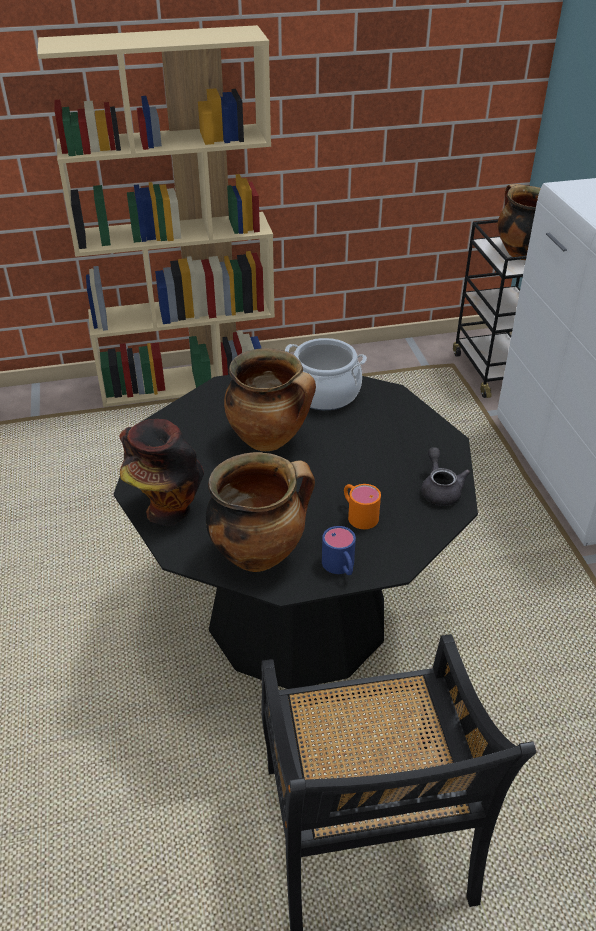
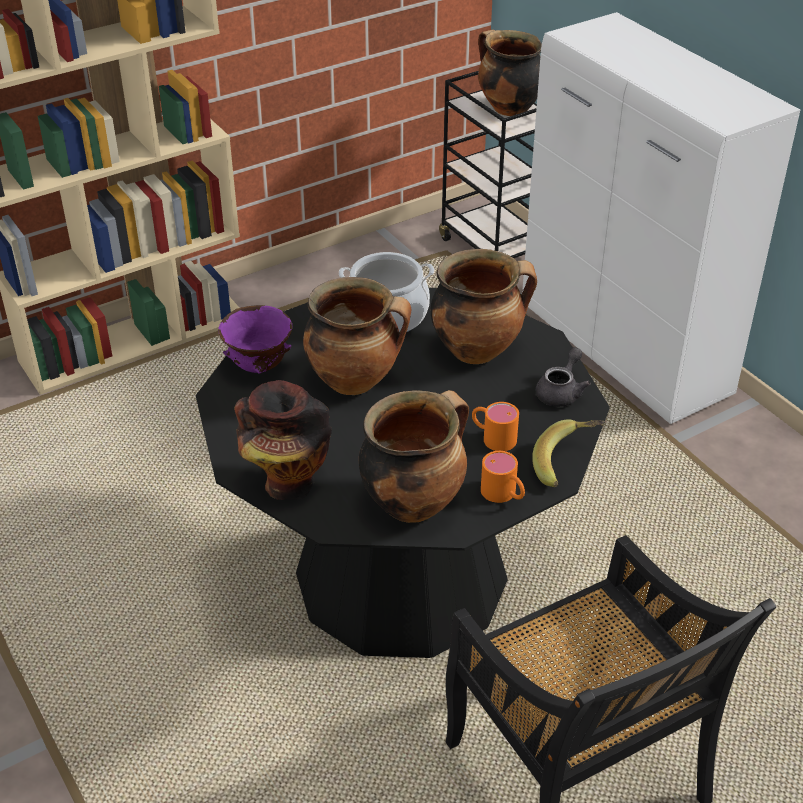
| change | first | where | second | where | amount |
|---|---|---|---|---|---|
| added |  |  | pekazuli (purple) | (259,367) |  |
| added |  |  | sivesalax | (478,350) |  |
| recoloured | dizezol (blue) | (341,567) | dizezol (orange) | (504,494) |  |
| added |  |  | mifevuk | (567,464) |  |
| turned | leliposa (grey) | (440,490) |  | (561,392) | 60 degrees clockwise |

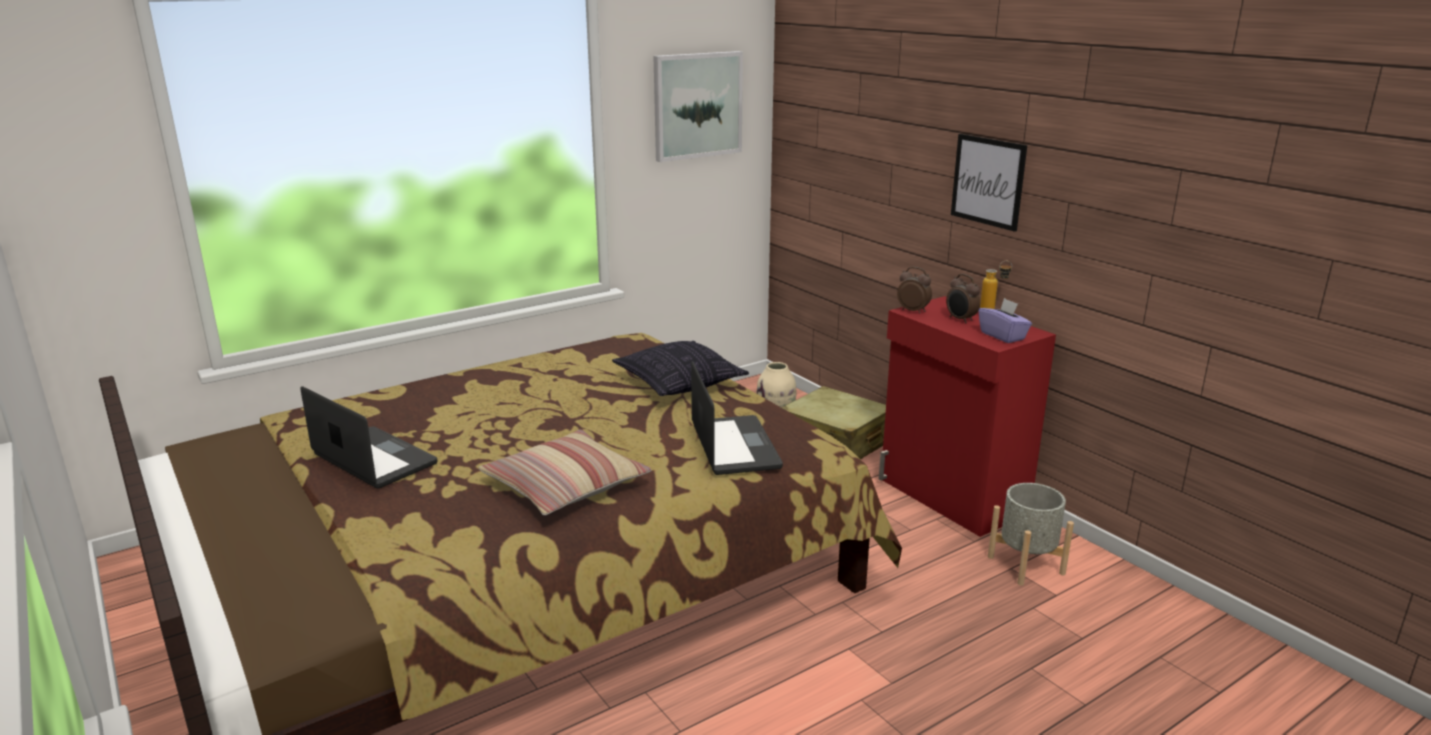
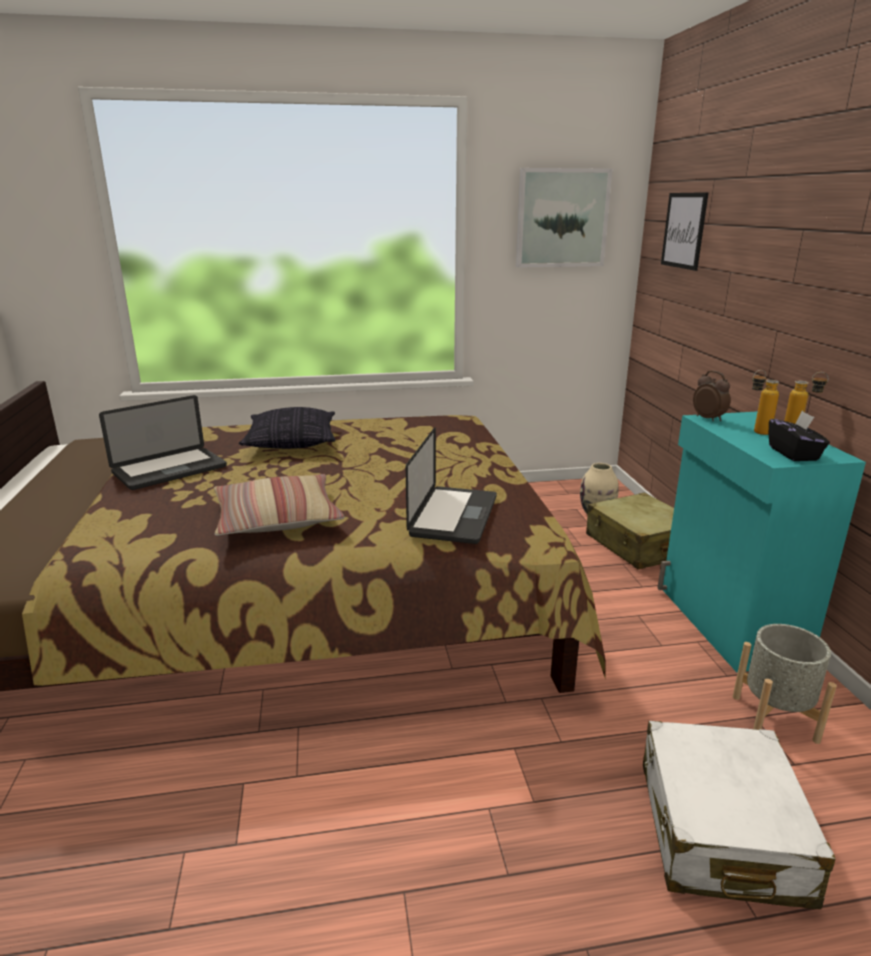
| change | first | where | second | where | amount |
|---|---|---|---|---|---|
| turned | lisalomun | (374,459) |  | (170,470) | 75 degrees clockwise |
| moved | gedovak | (678,384) |  | (292,443) |  |
| added |  |  | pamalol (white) | (720,831) |  |
| recoloured | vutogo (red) | (951,497) | vutogo (turquoise) | (728,624) |  |
| moved | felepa | (988,181) |  | (684,230) |  |
| replaced | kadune | (960,319) | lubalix | (756,433) |  |
| recoloured | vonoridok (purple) | (1003,336) | vonoridok (black) | (793,454) |  |

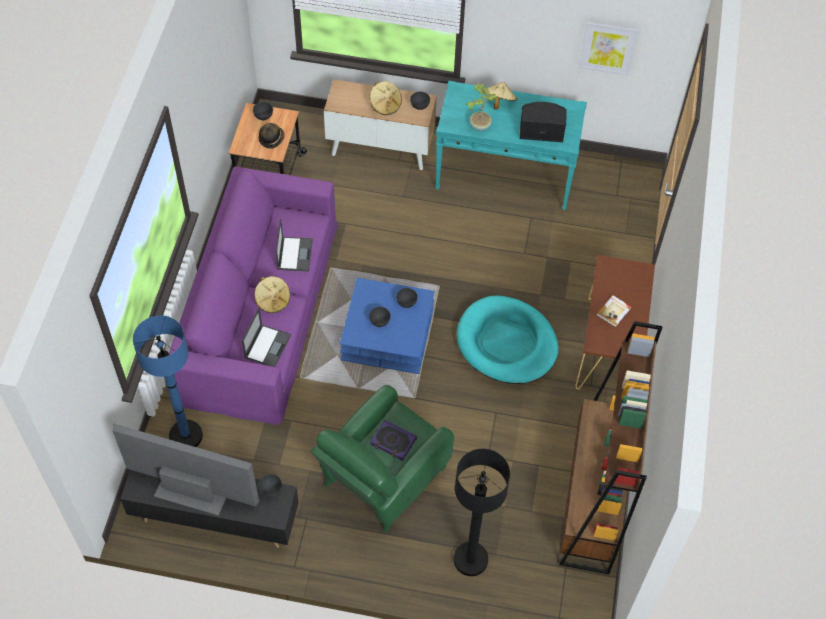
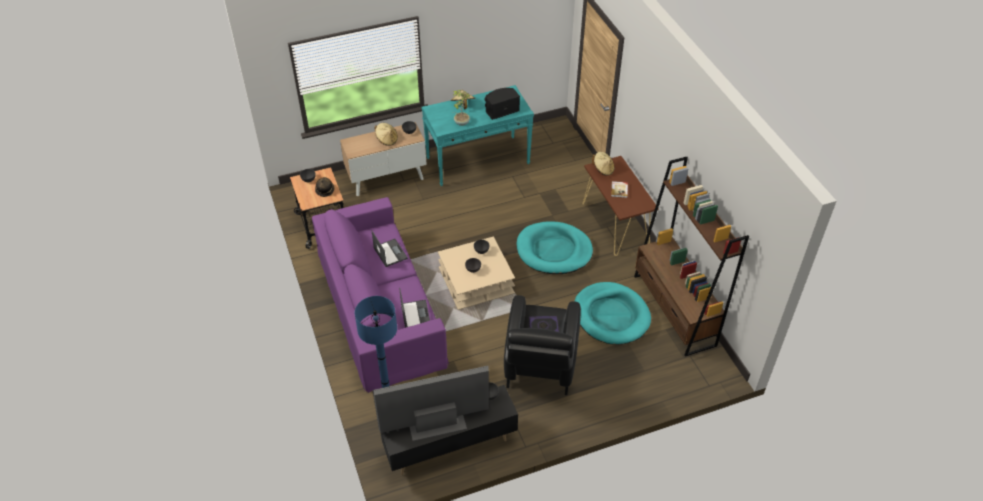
| change | first | where | second | where | amount |
|---|---|---|---|---|---|
| recoloured | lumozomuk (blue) | (387,334) | lumozomuk (beige) | (476,280) |  |
| recoloured | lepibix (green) | (382,478) | lepibix (black) | (540,364) |  |
| added |  |  | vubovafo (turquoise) | (611,315) |  |
| moved | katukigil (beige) | (273,301) |  | (603,169) |  |
| removed | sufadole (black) | (470,559) |  |  |  |
| removed | felepa | (608,47) |  |  |  |

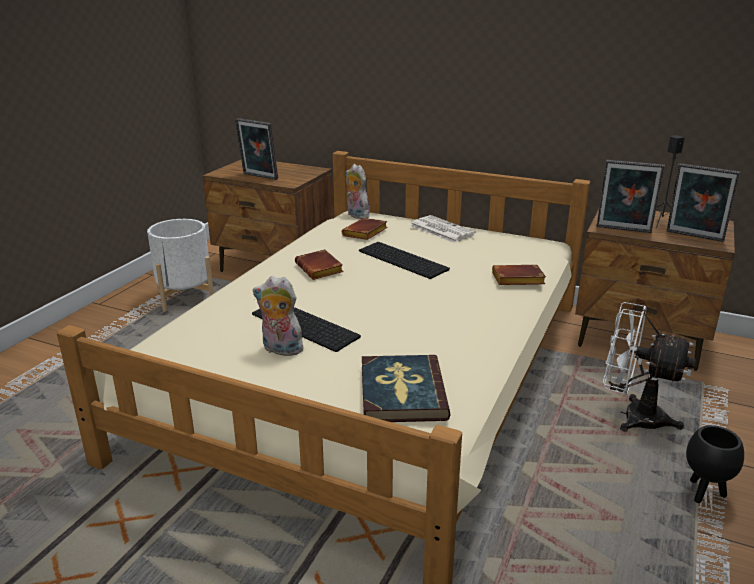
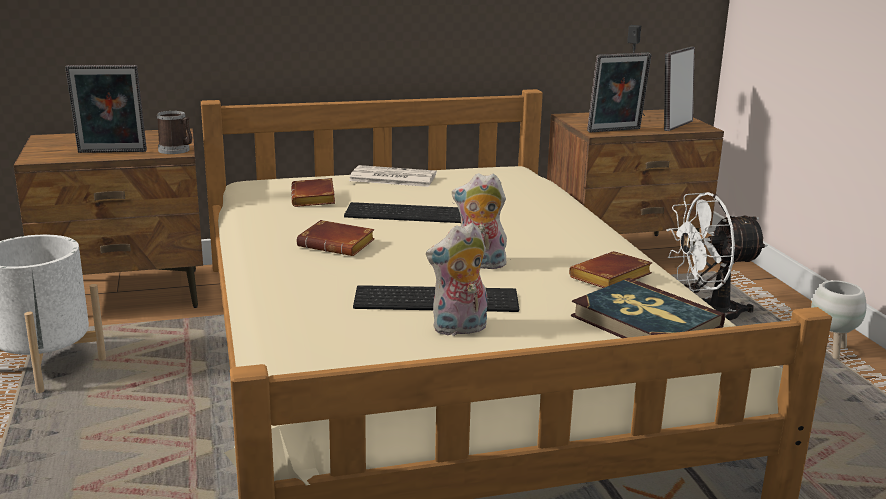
| change | first | where | second | where | amount |
|---|---|---|---|---|---|
| added |  |  | dizezol | (177,150) |  |
| moved | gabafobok | (356,215) |  | (479,264) |  |
| moved | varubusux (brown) | (516,280) |  | (610,278) |  |
| turned | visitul | (694,237) |  | (675,125) | 135 degrees clockwise |
| recoloured | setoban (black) | (703,493) | setoban (white) | (830,351) |  |

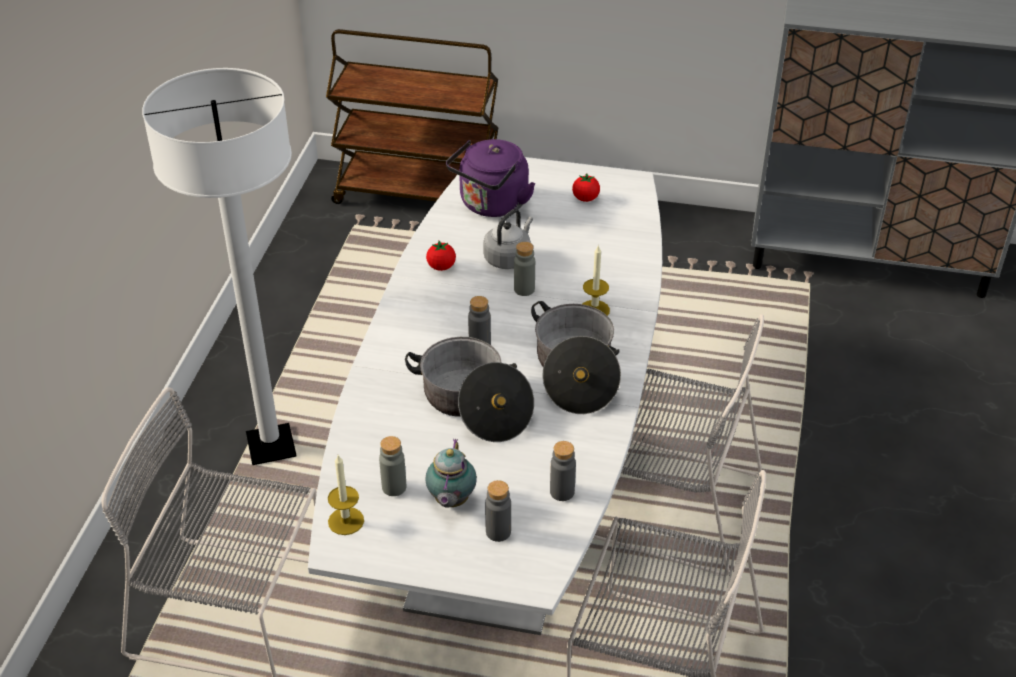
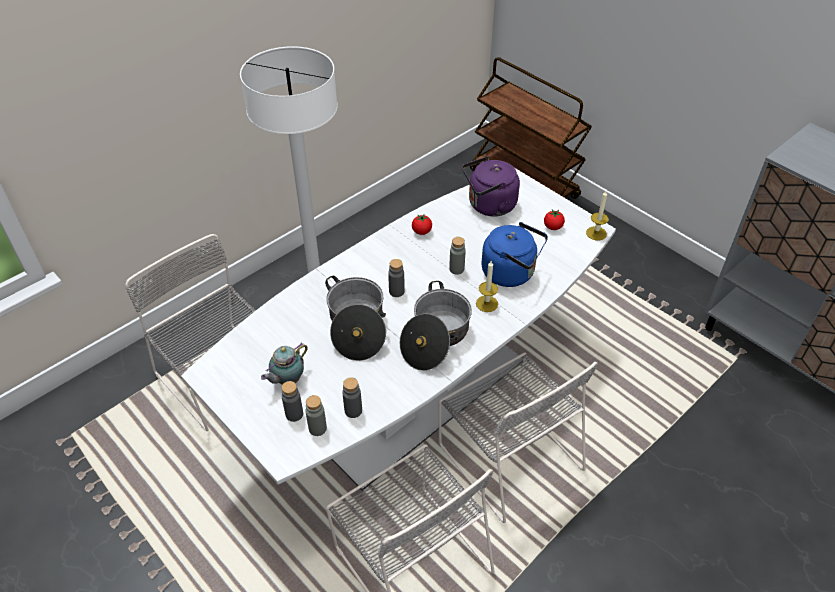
| change | first | where | second | where | amount |
|---|---|---|---|---|---|
| moved | lubalix (grey) | (394,487) |  | (317,428) |  |
| added |  |  | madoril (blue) | (511,273) |  |
| moved | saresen | (346,521) |  | (596,233) |  |
| removed | madoril (grey) | (508,258) |  |  |  |

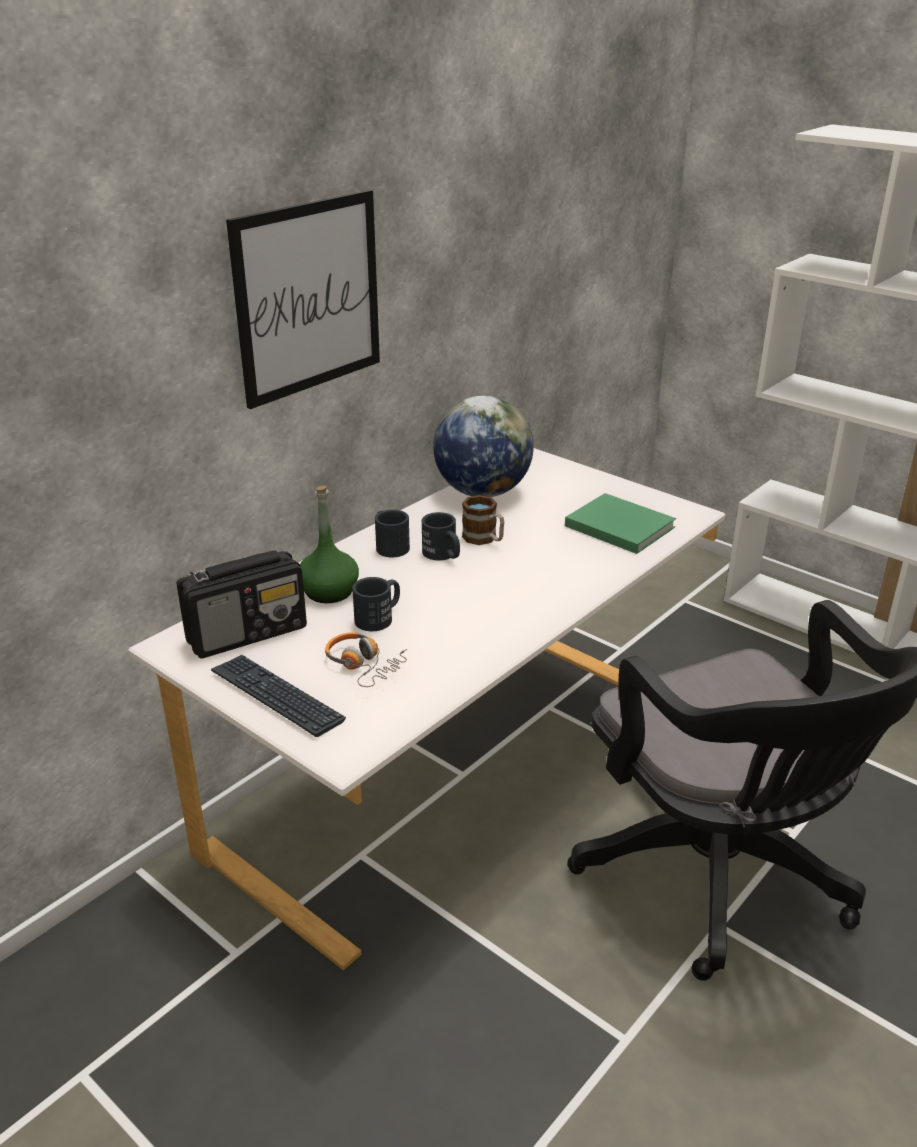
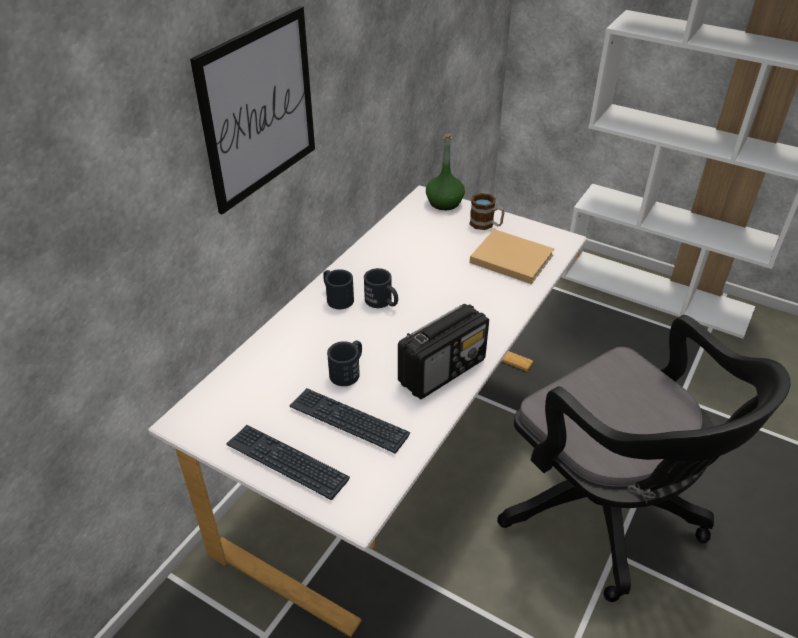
| change | first | where | second | where | amount |
|---|---|---|---|---|---|
| replaced | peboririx | (363,665) | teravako | (348,421) |  |
| moved | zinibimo | (248,633) |  | (443,370) |  |
| moved | lubalix (green) | (329,592) |  | (444,203) |  |
| moved | dizezol | (484,539) |  | (486,225) |  |
| recoloured | varubusux (green) | (617,525) | varubusux (beige) | (509,258) |  |
| removed | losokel | (482,492) |  |  |  |

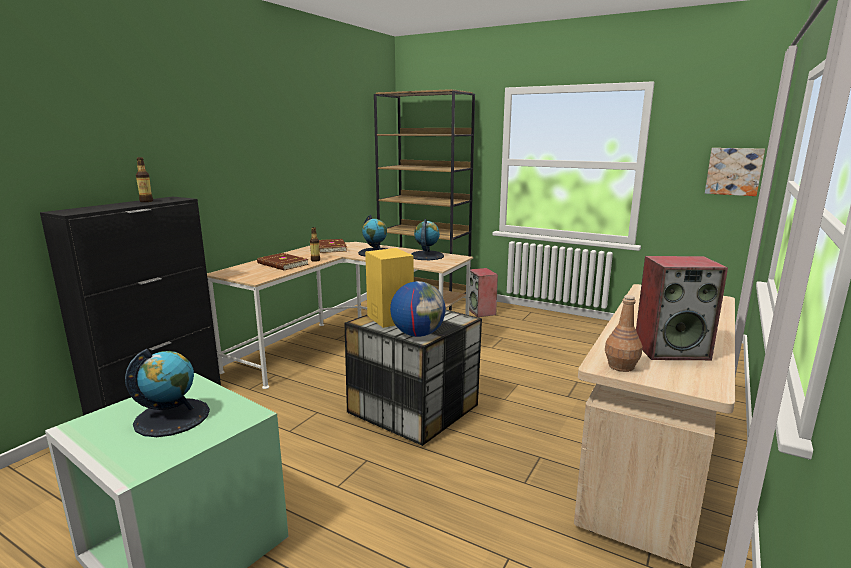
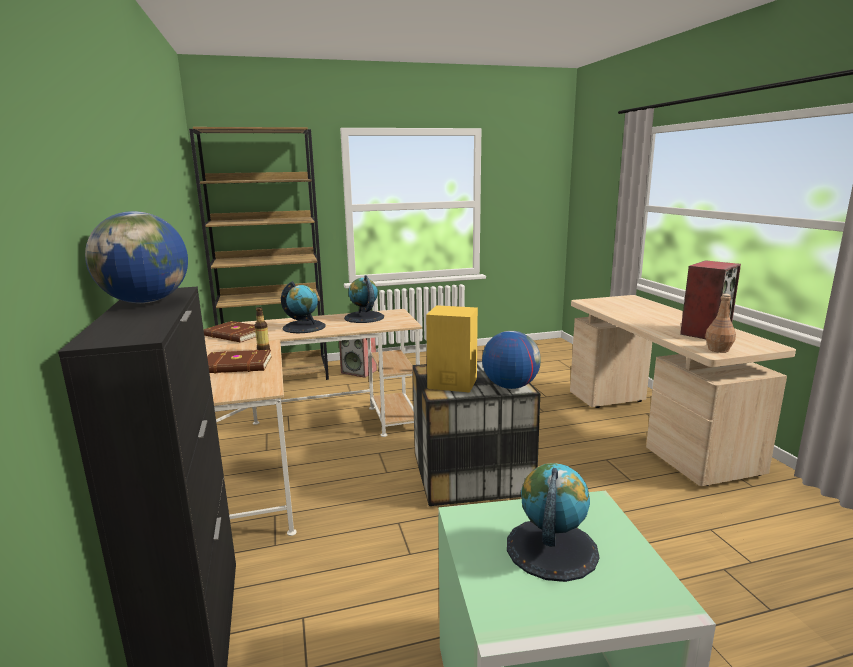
| change | first | where | second | where | amount |
|---|---|---|---|---|---|
| replaced | lubalix | (146,201) | losokel | (146,302) |  |
| removed | felepa | (733,171) |  |  |  |

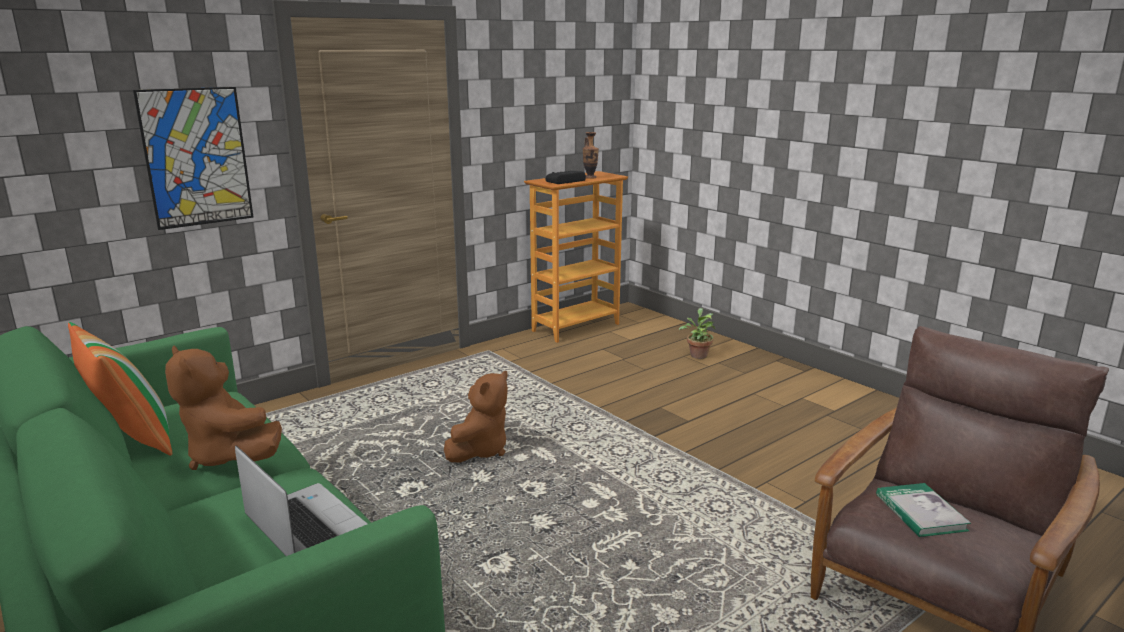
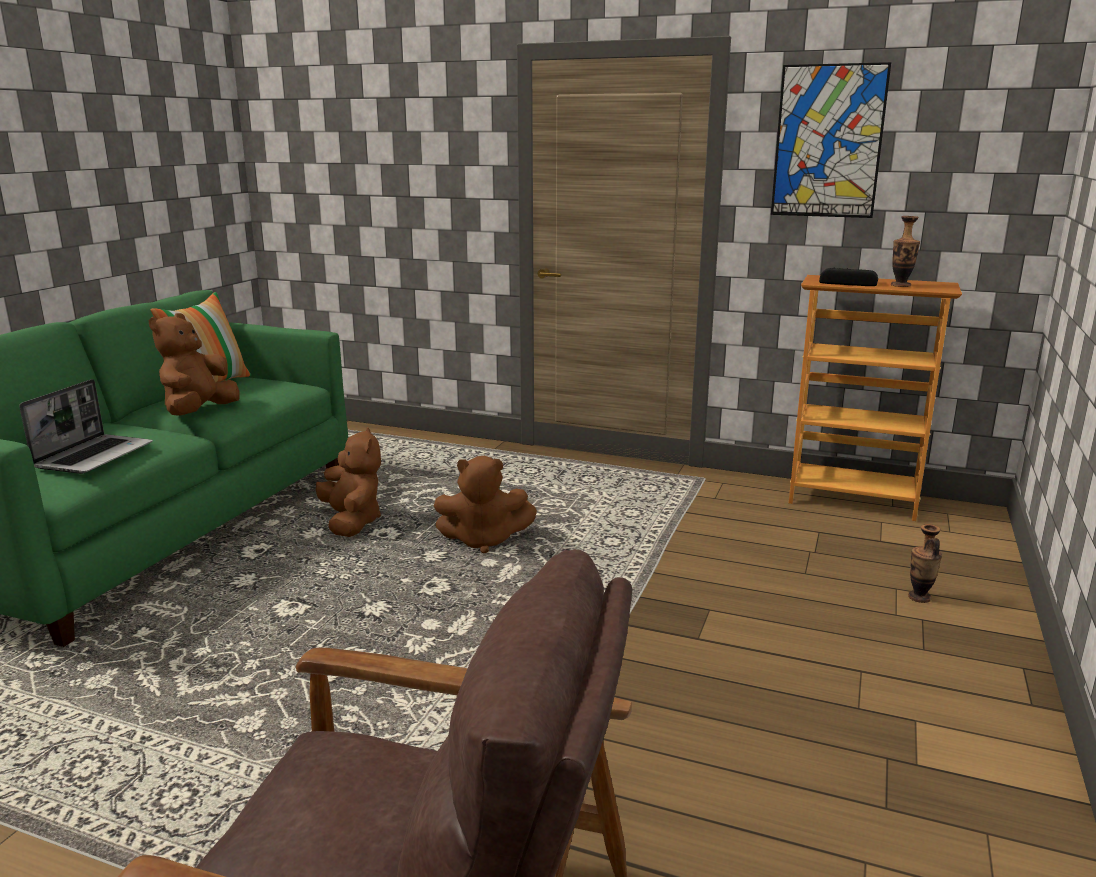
| change | first | where | second | where | amount |
|---|---|---|---|---|---|
| added |  |  | gabafobok (brown) | (352,522) |  |
| moved | felepa | (196,157) |  | (828,142) |  |
| replaced | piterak | (697,355) | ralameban | (919,597) |  |
| removed | varubusux | (920,512) |  |  |  |

